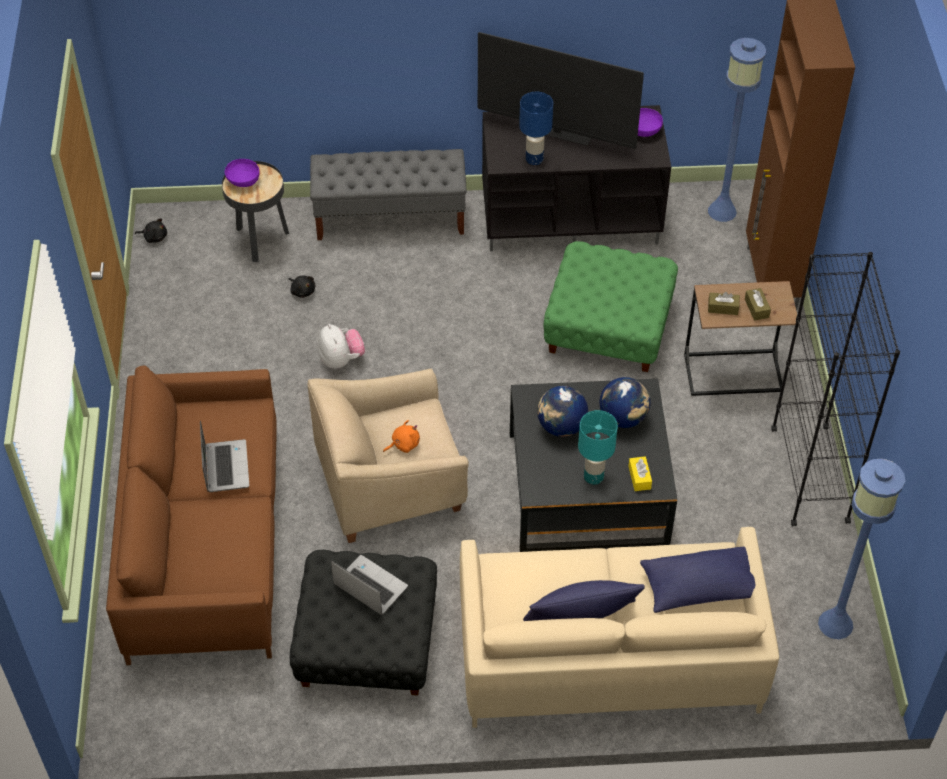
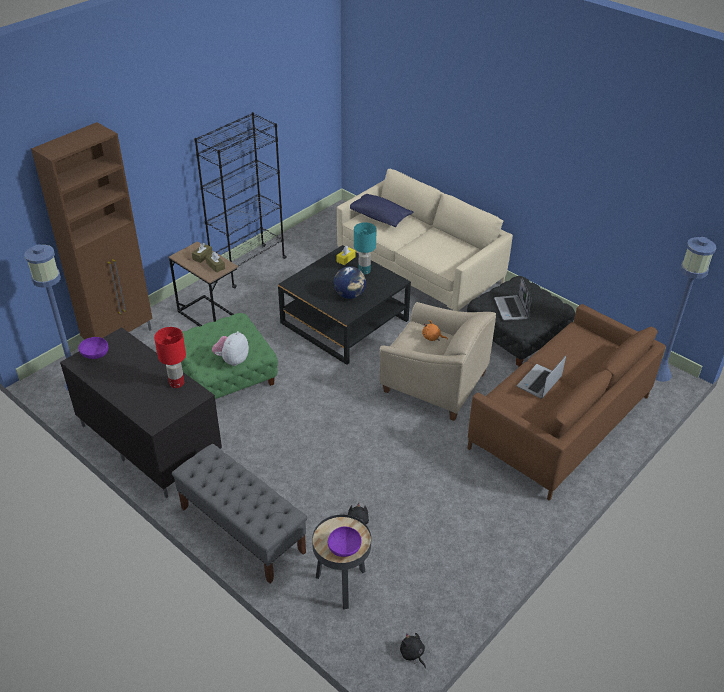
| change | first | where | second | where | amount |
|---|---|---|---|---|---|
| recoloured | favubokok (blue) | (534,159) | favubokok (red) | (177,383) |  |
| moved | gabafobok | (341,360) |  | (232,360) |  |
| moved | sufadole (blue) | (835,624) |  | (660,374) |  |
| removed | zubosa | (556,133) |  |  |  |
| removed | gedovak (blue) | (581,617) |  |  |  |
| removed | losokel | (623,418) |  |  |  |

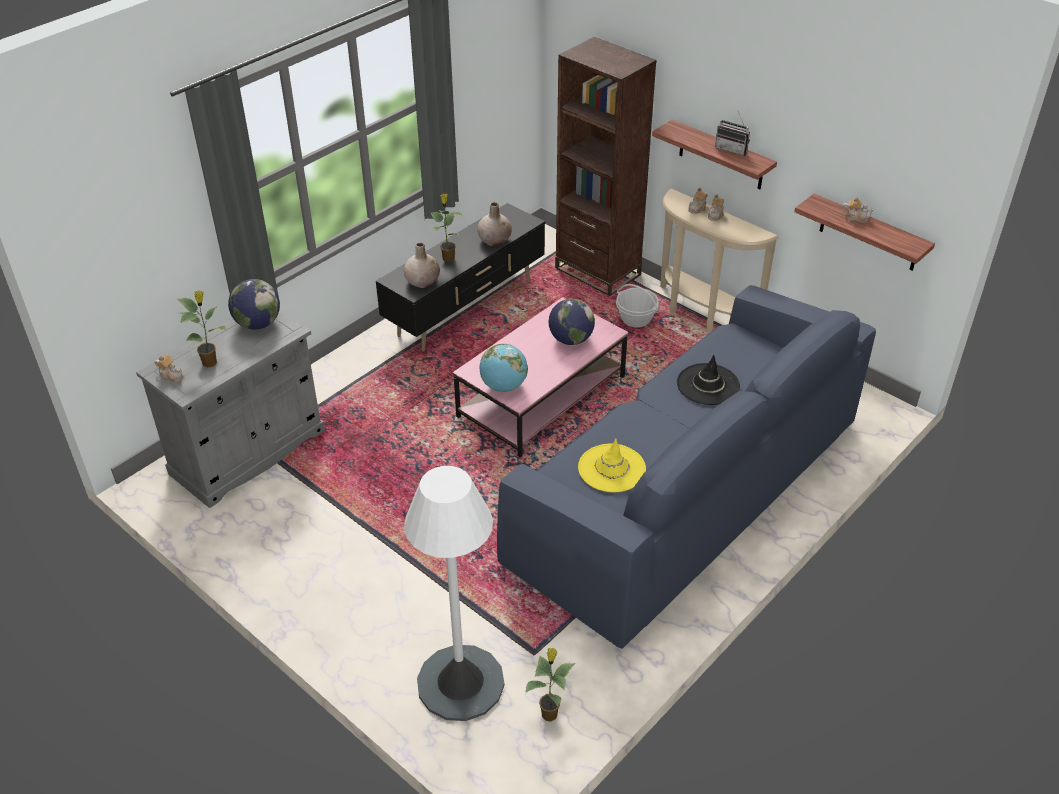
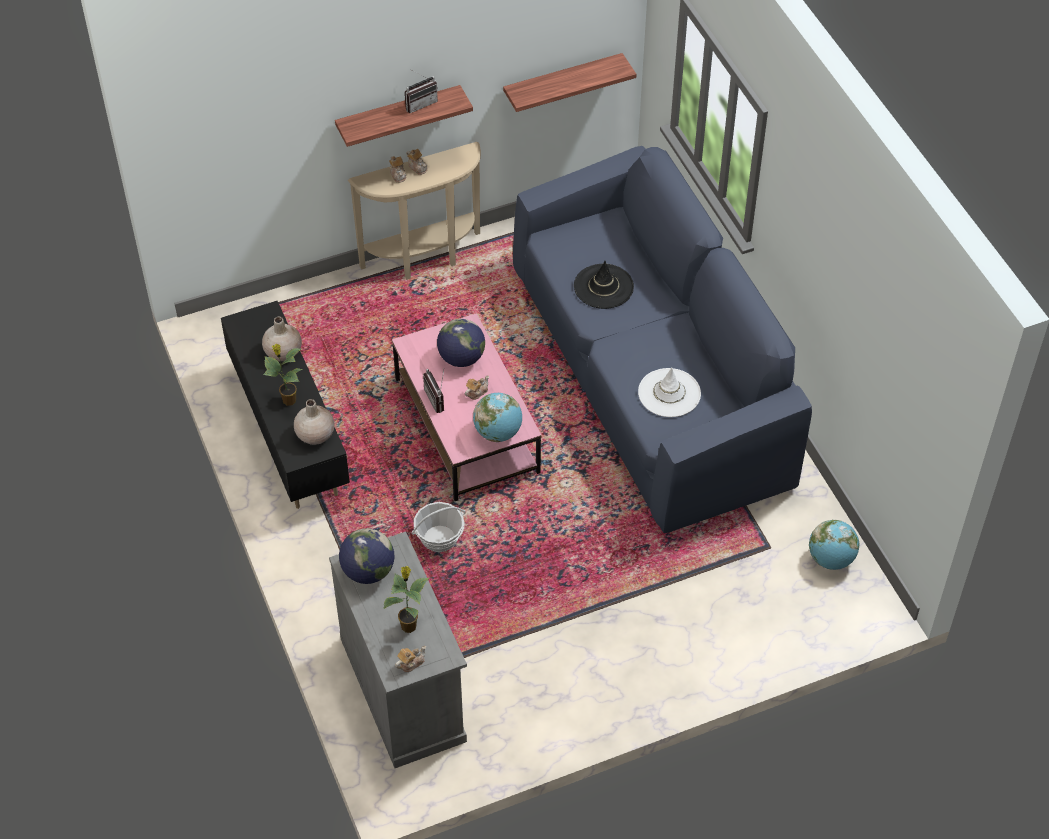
| change | first | where | second | where | amount |
|---|---|---|---|---|---|
| moved | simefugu | (636,319) |  | (439,539) |  |
| added |  |  | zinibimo | (438,399) |  |
| moved | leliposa | (856,217) |  | (476,392) |  |
| recoloured | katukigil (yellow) | (611,468) | katukigil (white) | (669,393) |  |
| replaced | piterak | (549,713) | losokel | (831,559) |  |
| removed | sufadole (white) | (460,683) |  |  |  |
| removed | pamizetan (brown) | (597,272) |  |  |  |

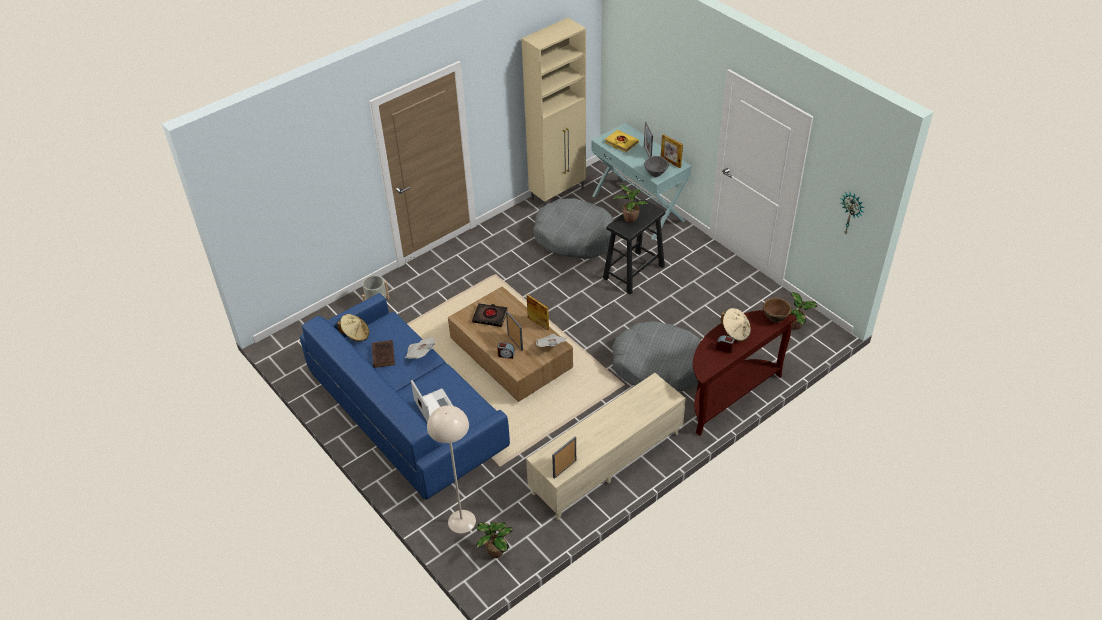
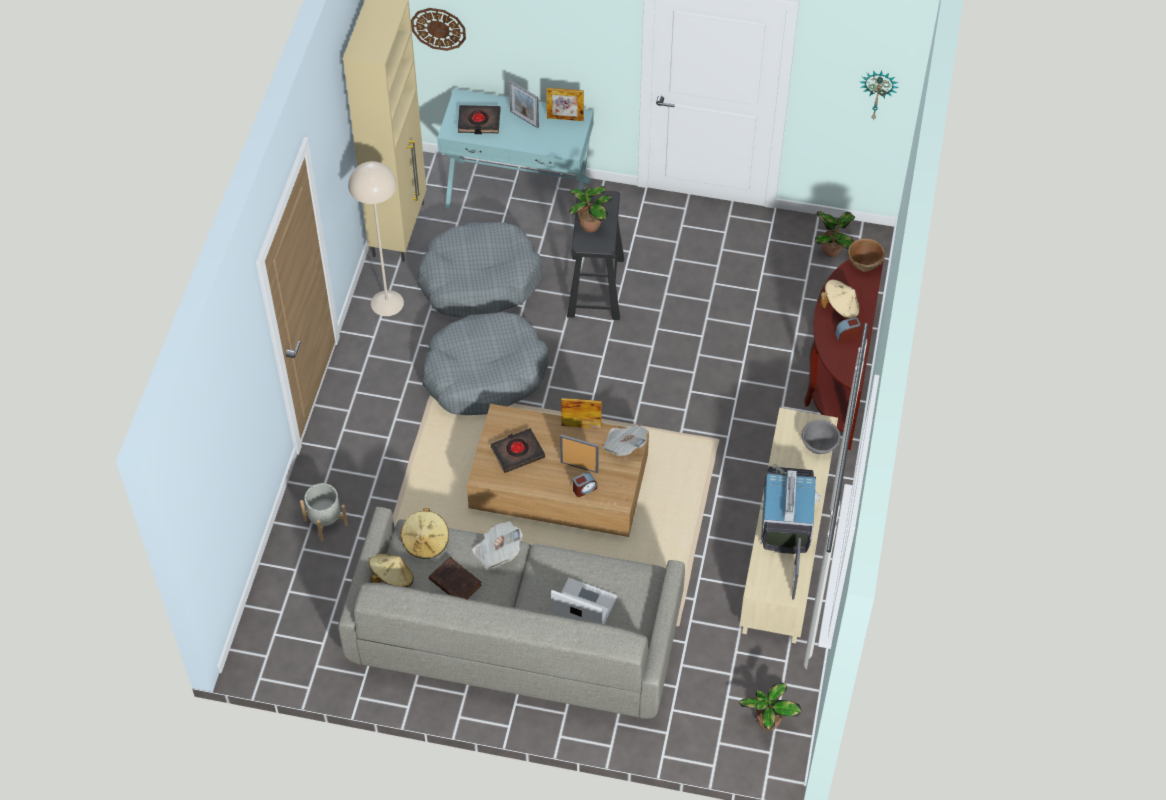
| change | first | where | second | where | amount |
|---|---|---|---|---|---|
| recoloured | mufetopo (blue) | (409,415) | mufetopo (grey) | (516,636) |  |
| moved | sufadole (beige) | (461,521) |  | (386,303) |  |
| added |  |  | katukigil (beige) | (426,542) |  |
| added |  |  | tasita | (438,28) |  |
| moved | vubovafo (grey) | (657,365) |  | (484,374) |  |
| recoloured | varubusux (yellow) | (621,143) | varubusux (black) | (479,122) |  |
| added |  |  | zubosa | (786,518) |  |
| moved | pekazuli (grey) | (656,174) |  | (819,447) |  |

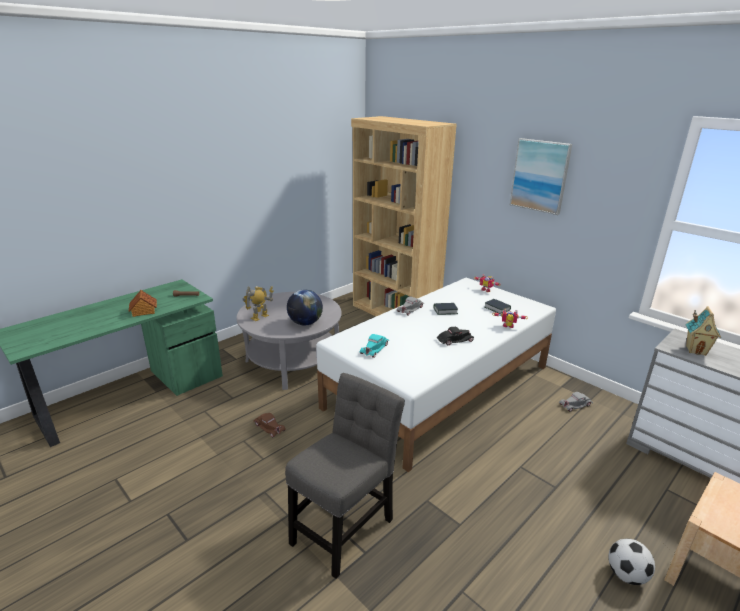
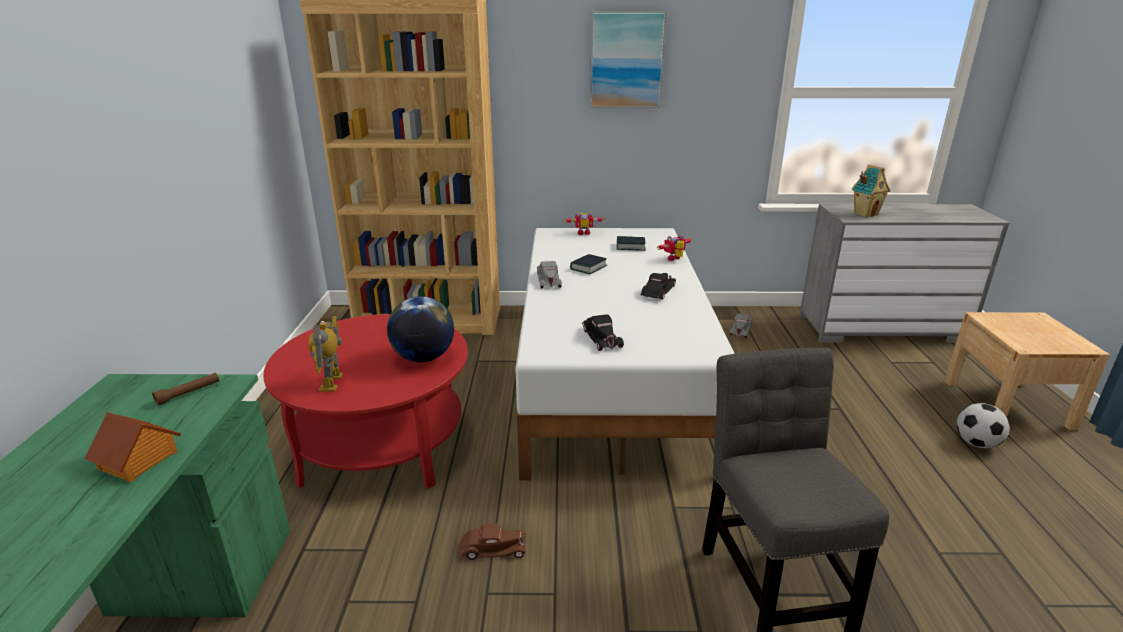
| change | first | where | second | where | amount |
|---|---|---|---|---|---|
| recoloured | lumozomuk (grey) | (292,362) | lumozomuk (red) | (382,445) |  |
| recoloured | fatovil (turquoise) | (374,348) | fatovil (black) | (601,337) |  |

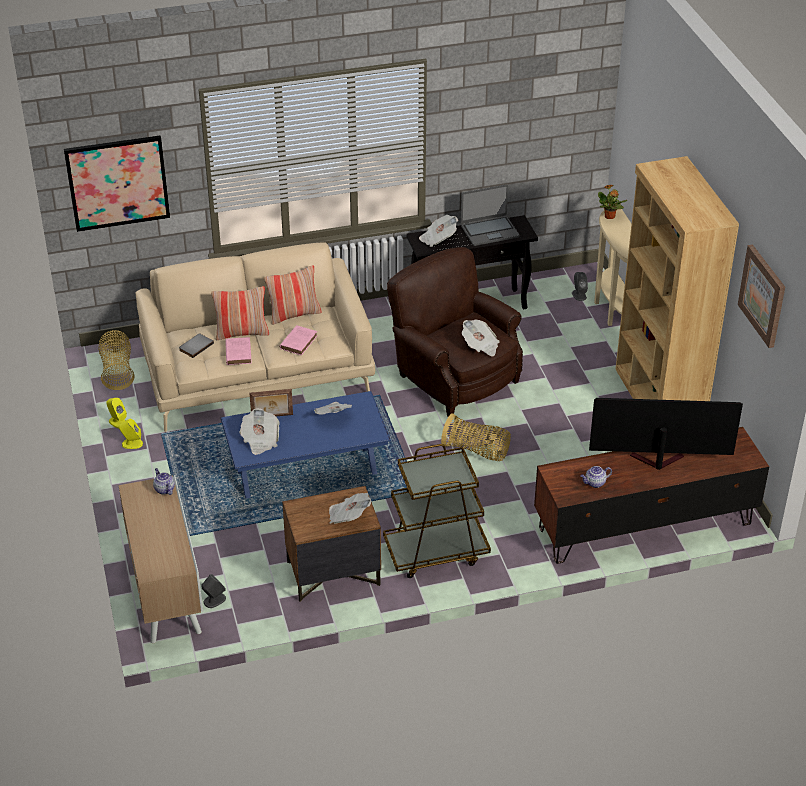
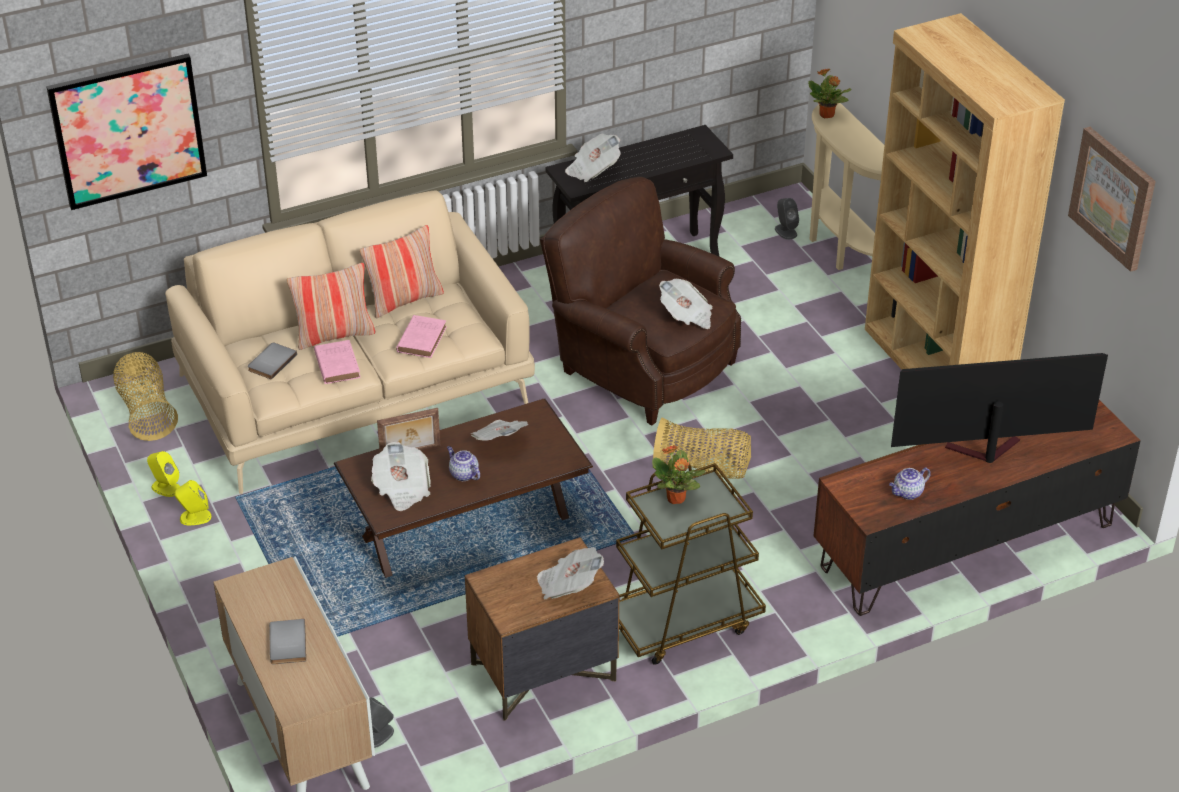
| change | first | where | second | where | amount |
|---|---|---|---|---|---|
| added |  |  | varubusux (grey) | (286,643) |  |
| recoloured | lumozomuk (blue) | (307,471) | lumozomuk (brown) | (466,527) |  |
| moved | leliposa | (164,489) |  | (463,474) |  |
| added |  |  | piterak | (676,499) |  |
| removed | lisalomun | (489,231) |  |  |  |

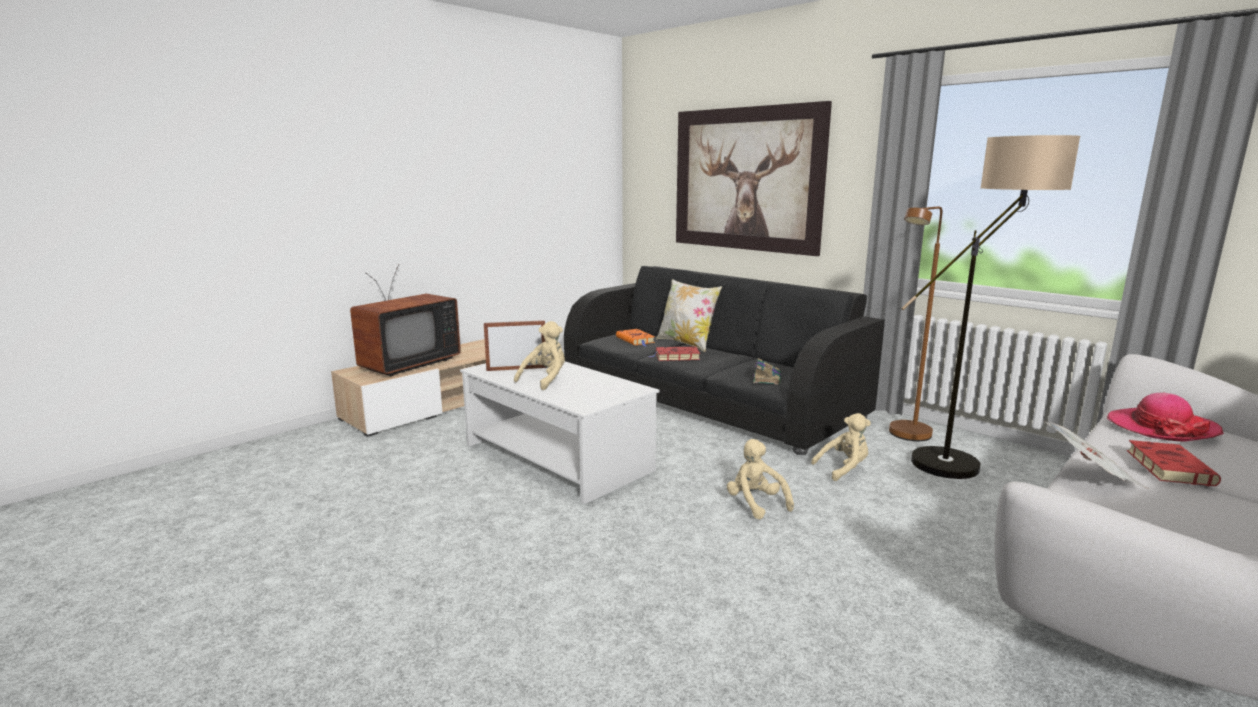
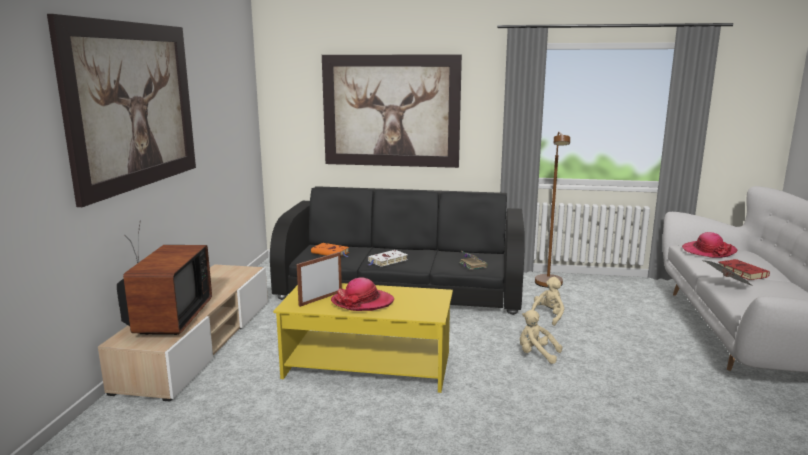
| change | first | where | second | where | amount |
|---|---|---|---|---|---|
| added |  |  | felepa | (133,105) |  |
| recoloured | lumozomuk (white) | (558,458) | lumozomuk (yellow) | (369,365) |  |
| replaced | gabafobok (beige) | (545,380) | katukigil | (362,302) |  |
| recoloured | varubusux (red) | (676,357) | varubusux (white) | (387,261) |  |
| removed | gedovak | (687,343) |  |  |  |
| removed | sufadole | (965,461) |  |  |  |

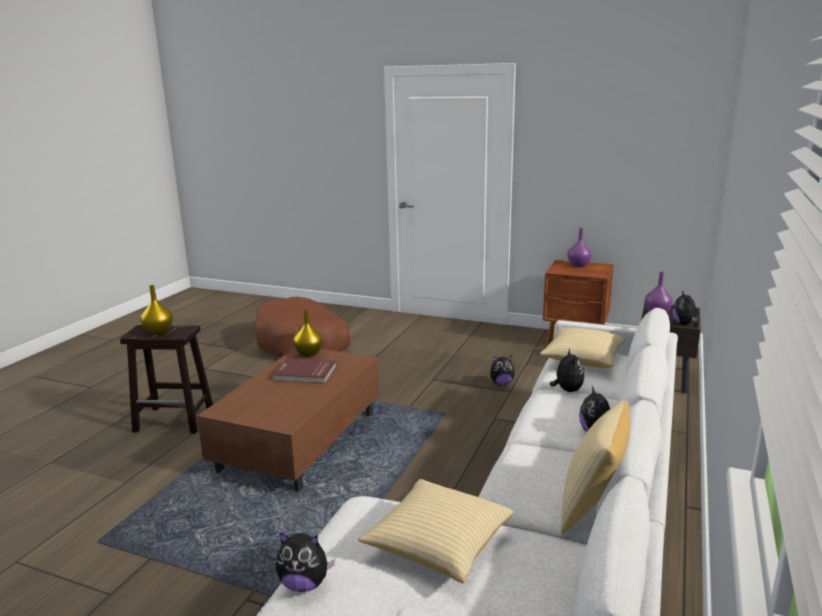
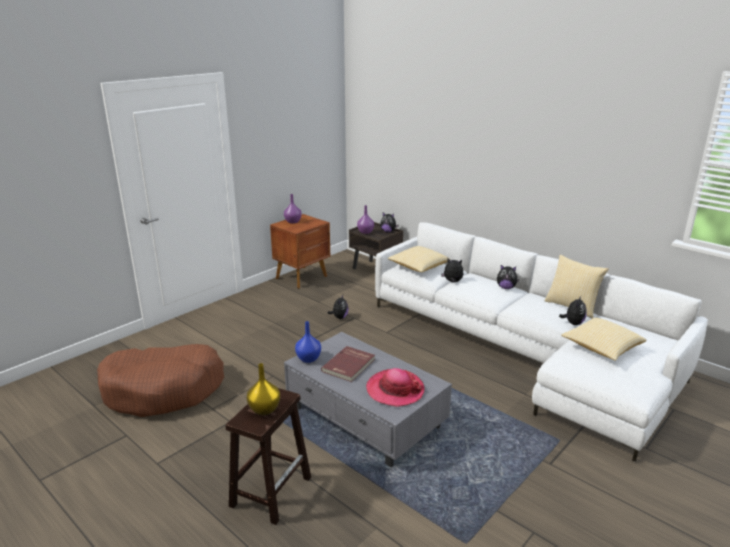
| change | first | where | second | where | amount |
|---|---|---|---|---|---|
| recoloured | lumozomuk (brown) | (298,442) | lumozomuk (grey) | (366,418) |  |
| recoloured | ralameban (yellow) | (309,353) | ralameban (blue) | (308,358) |  |
| added |  |  | katukigil | (395,390) |  |
| moved | gabafobok | (304,584) |  | (573,323) |  |

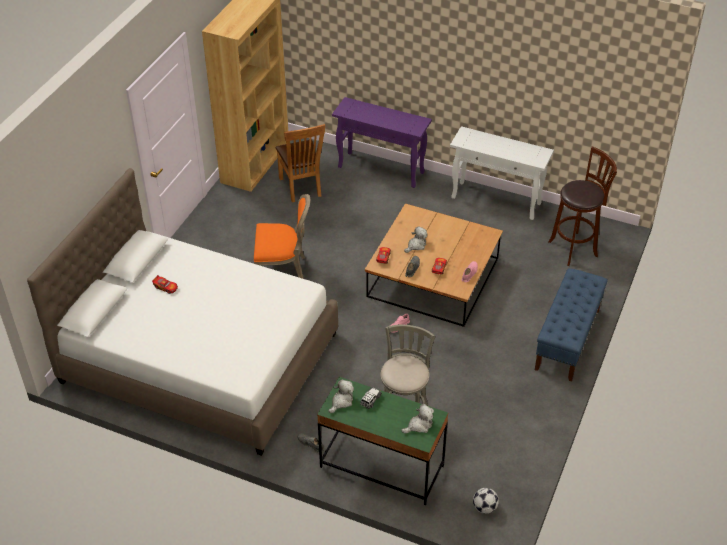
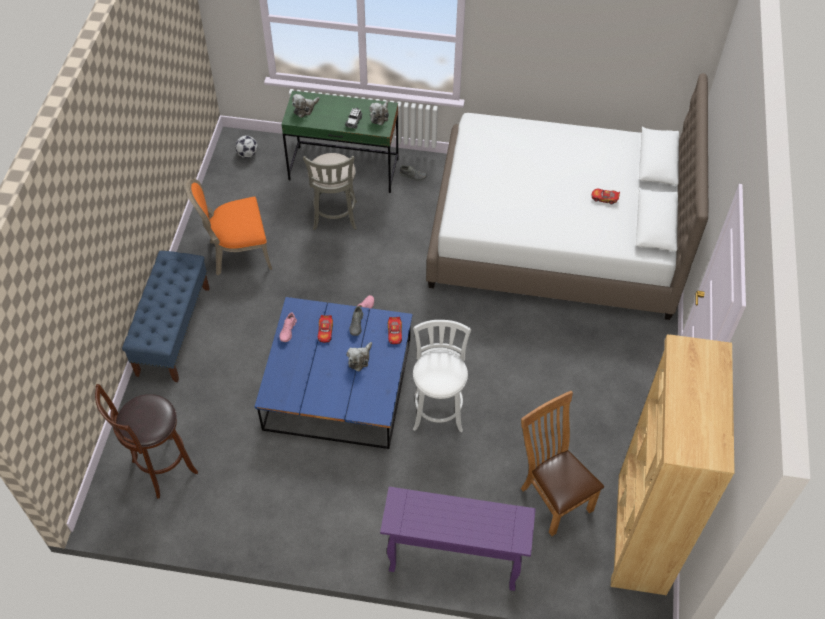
| change | first | where | second | where | amount |
|---|---|---|---|---|---|
| moved | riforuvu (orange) | (283,270) |  | (237,253) |  |
| recoloured | lumozomuk (brown) | (433,277) | lumozomuk (blue) | (338,384) |  |
| added |  |  | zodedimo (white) | (438,409) |  |
| removed | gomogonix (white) | (497,201) |  |  |  |

